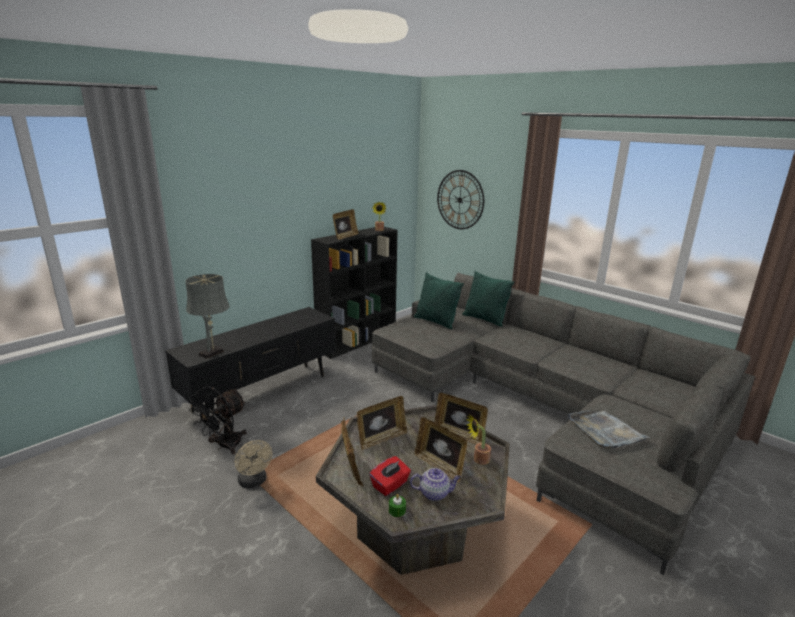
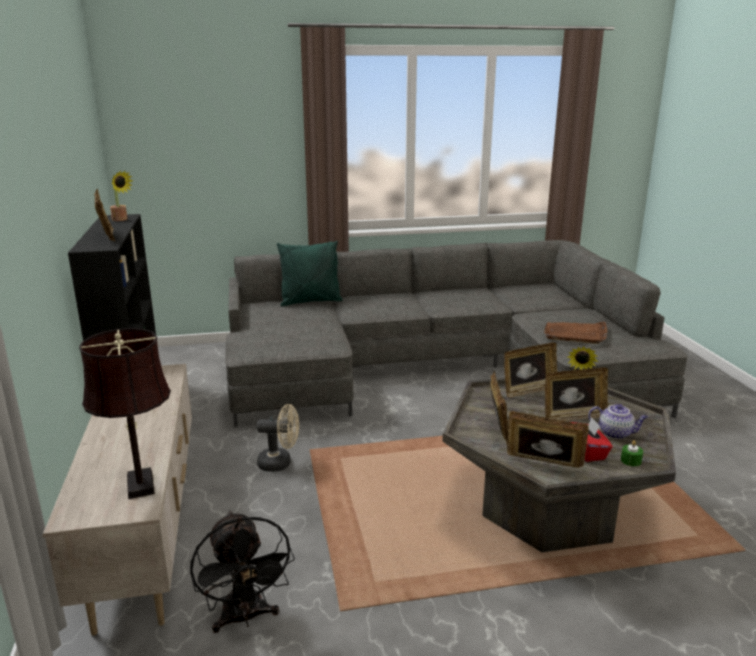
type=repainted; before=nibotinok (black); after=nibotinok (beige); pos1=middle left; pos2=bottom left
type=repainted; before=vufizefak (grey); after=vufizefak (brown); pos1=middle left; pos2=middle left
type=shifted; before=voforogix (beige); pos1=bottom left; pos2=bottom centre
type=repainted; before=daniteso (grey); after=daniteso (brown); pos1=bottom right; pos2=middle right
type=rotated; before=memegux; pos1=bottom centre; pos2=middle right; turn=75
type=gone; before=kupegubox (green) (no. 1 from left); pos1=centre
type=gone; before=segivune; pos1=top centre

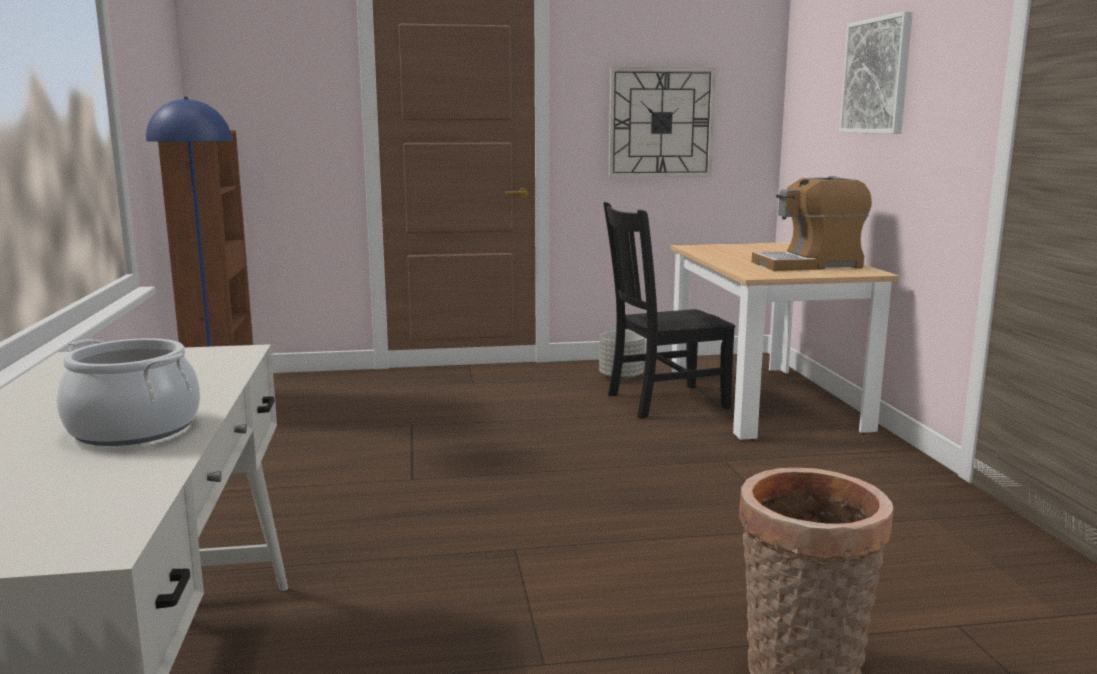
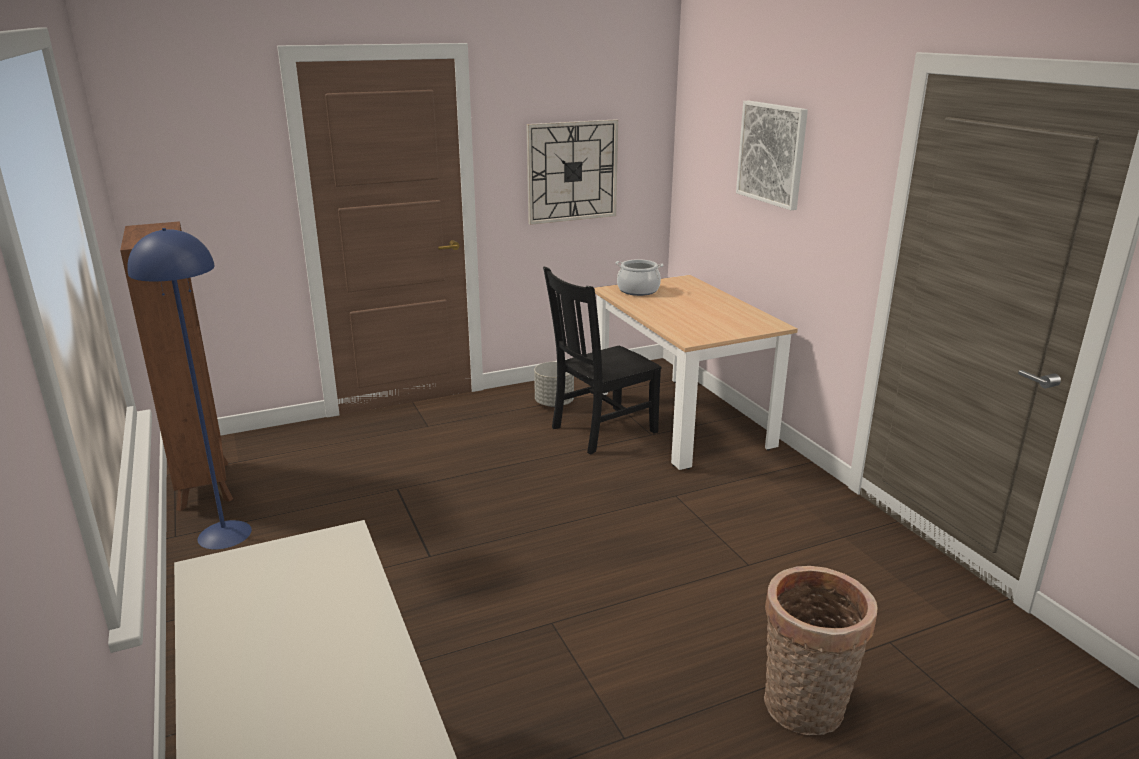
type=shifted; before=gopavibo; pos1=middle left; pos2=centre
type=gone; before=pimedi; pos1=top right

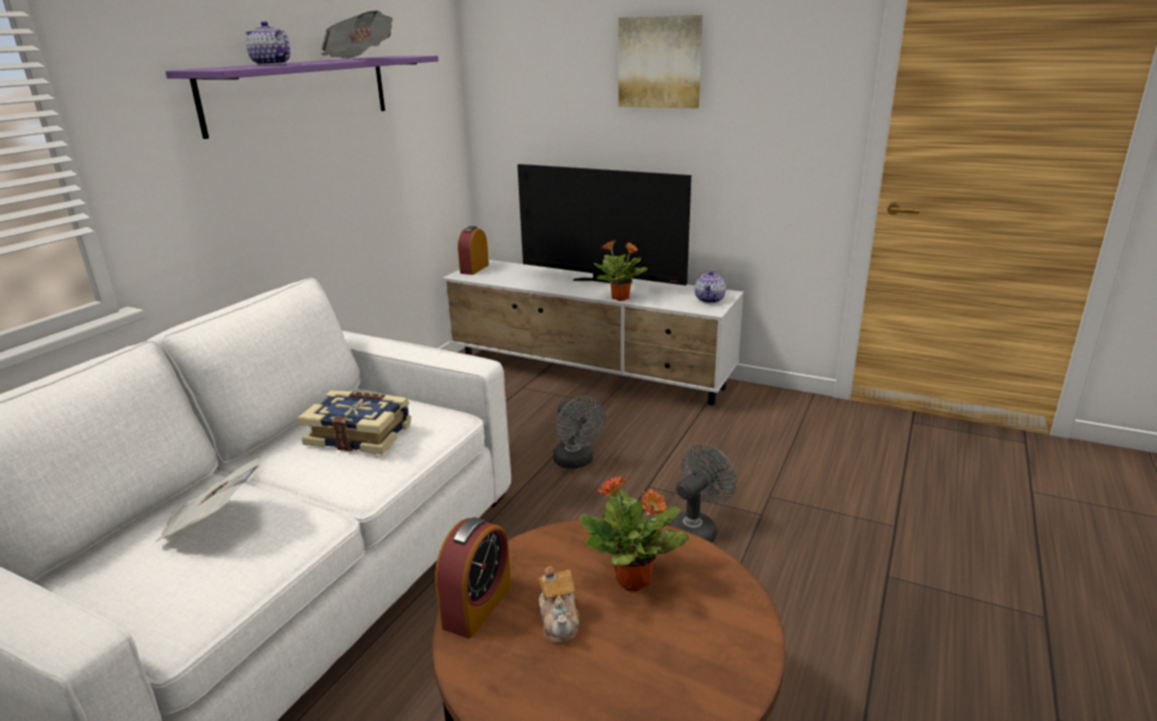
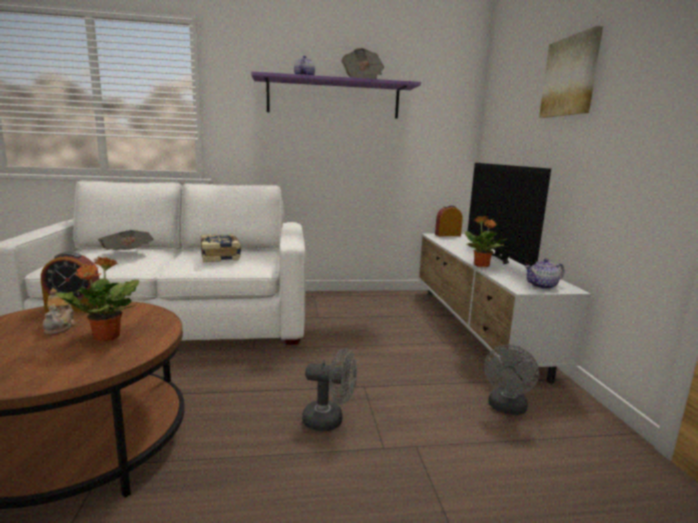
type=rotated; before=memegux (no. 2 from left in the first image); pos1=bottom centre; pos2=middle left; turn=-60
type=shifted; before=voforogix (grey) (no. 1 from left in the first image); after=voforogix (grey) (no. 2 from left); pos1=centre; pos2=bottom right

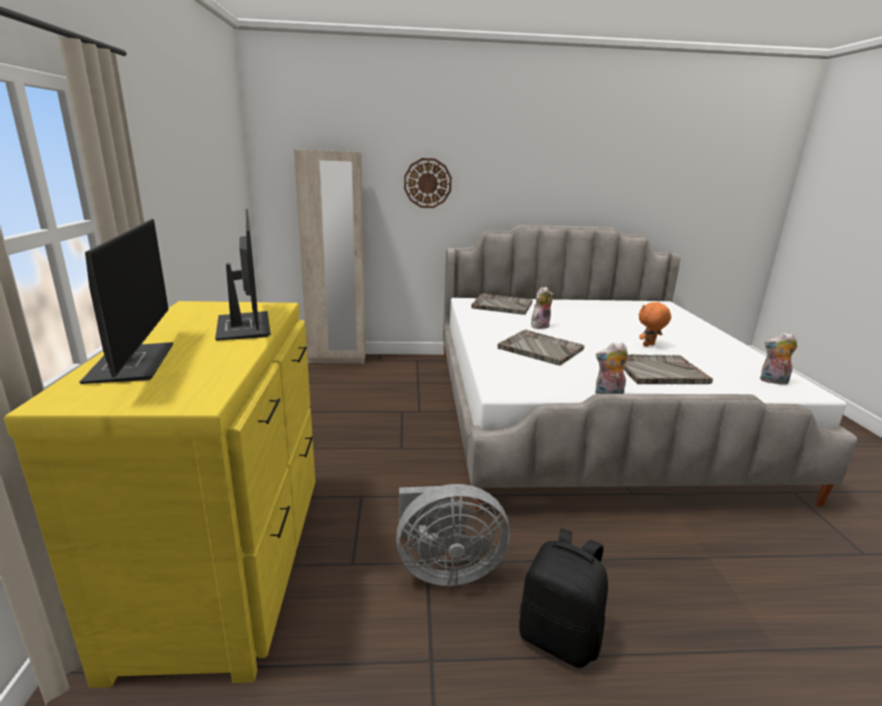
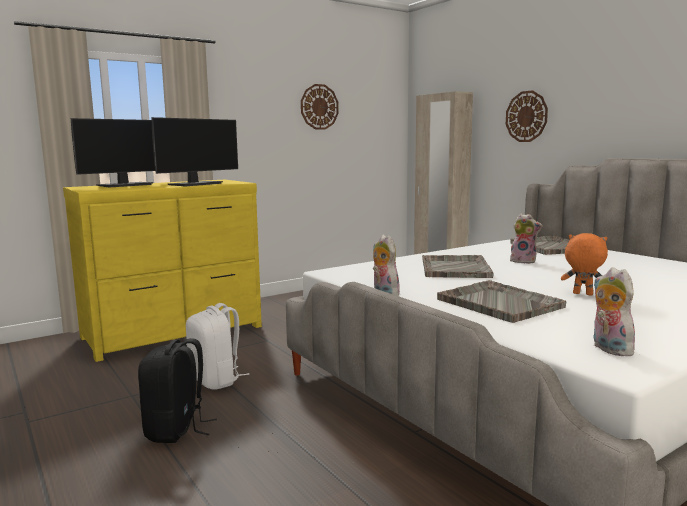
type=swapped; before=voforogix (grey); after=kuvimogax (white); pos1=bottom centre; pos2=bottom left
type=new; after=segivune (no. 1 from left); pos2=top centre

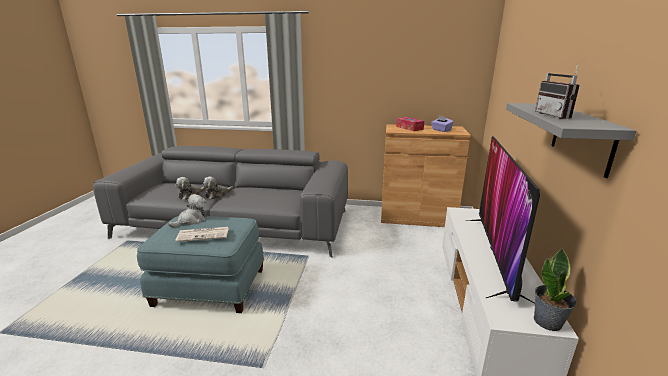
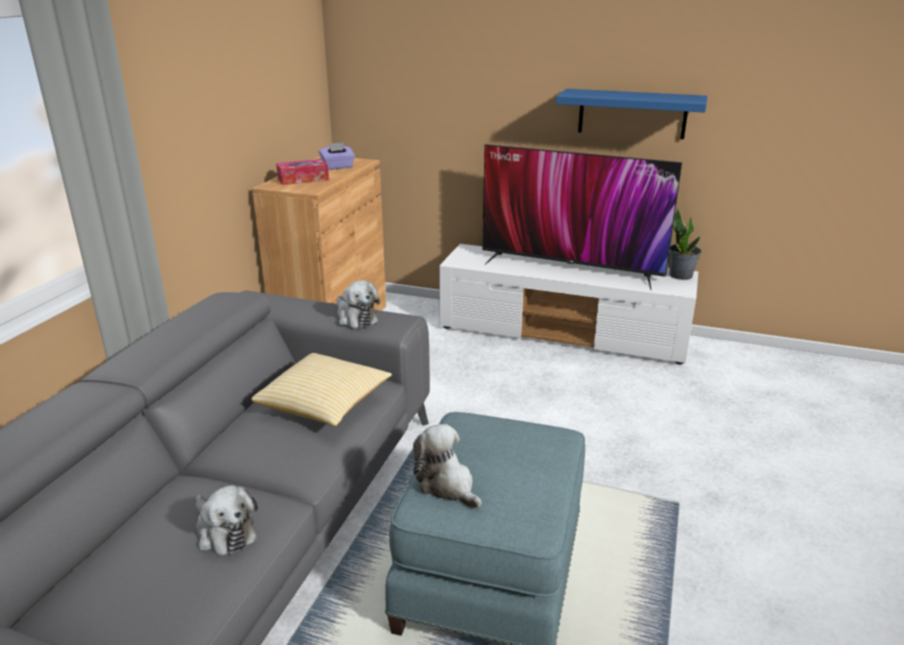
type=new; after=kupegubox; pos2=centre
type=shifted; before=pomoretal (no. 3 from left in the first image); after=pomoretal (no. 2 from left); pos1=middle left; pos2=centre
type=repainted; before=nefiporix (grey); after=nefiporix (blue); pos1=middle right; pos2=top right
type=gone; before=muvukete; pos1=middle left
type=gone; before=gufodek; pos1=top right

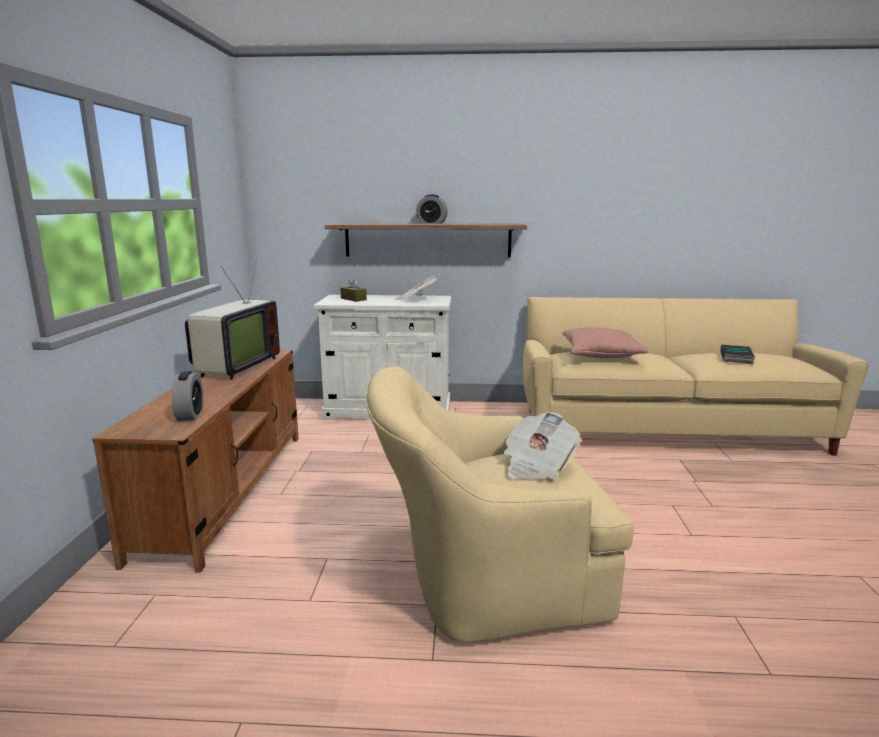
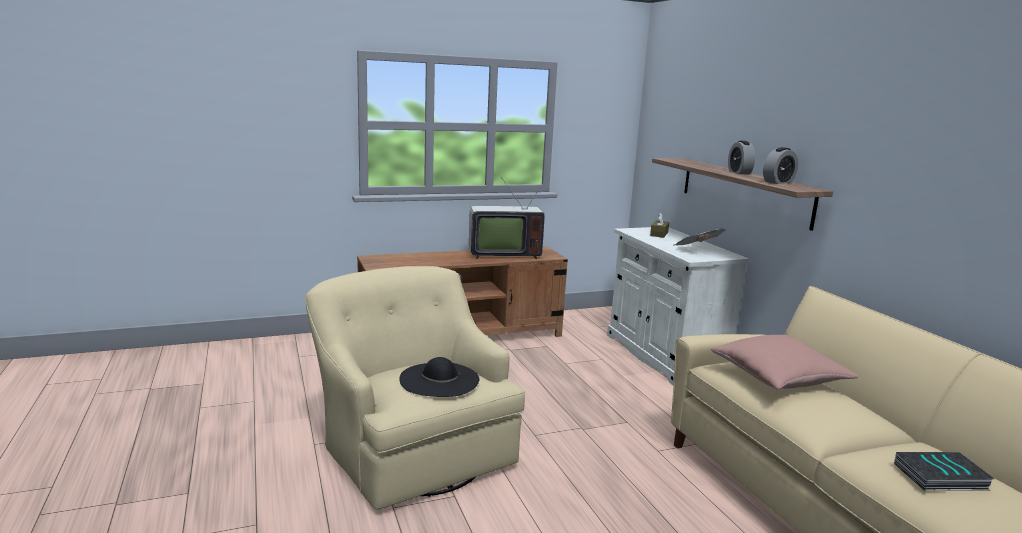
type=swapped; before=muvukete (no. 2 from left); after=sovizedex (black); pos1=centre; pos2=bottom centre
type=shifted; before=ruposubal (no. 1 from left in the first image); after=ruposubal (no. 2 from left); pos1=middle left; pos2=top right

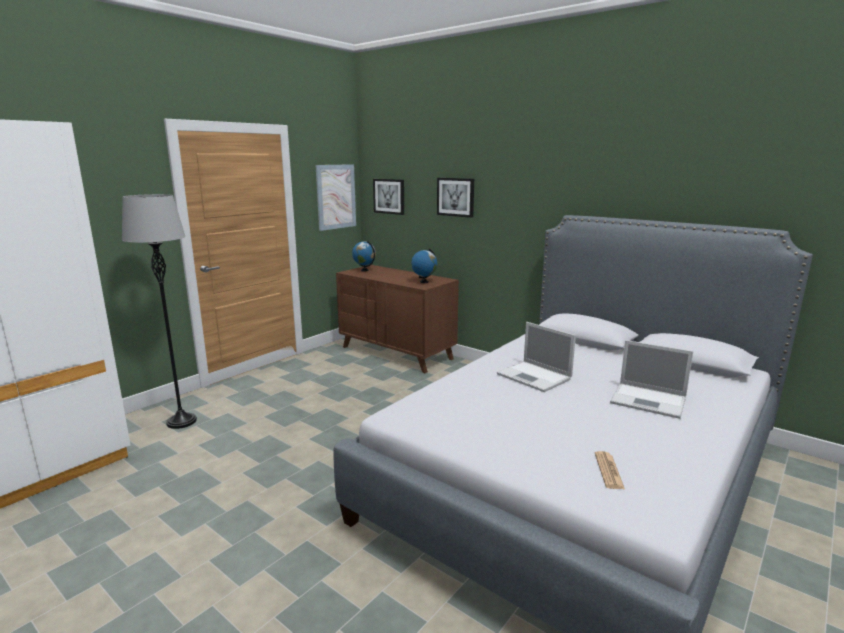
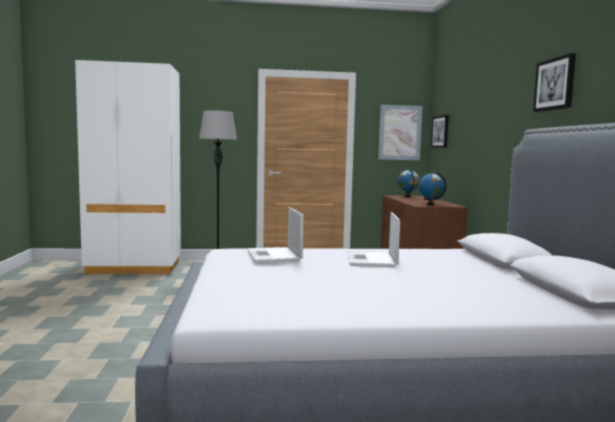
type=shifted; before=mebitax (no. 2 from left in the first image); after=mebitax (no. 1 from left); pos1=middle right; pos2=centre
type=shifted; before=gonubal (no. 3 from left); pos1=top centre; pos2=top right
type=gone; before=muvukete; pos1=bottom right

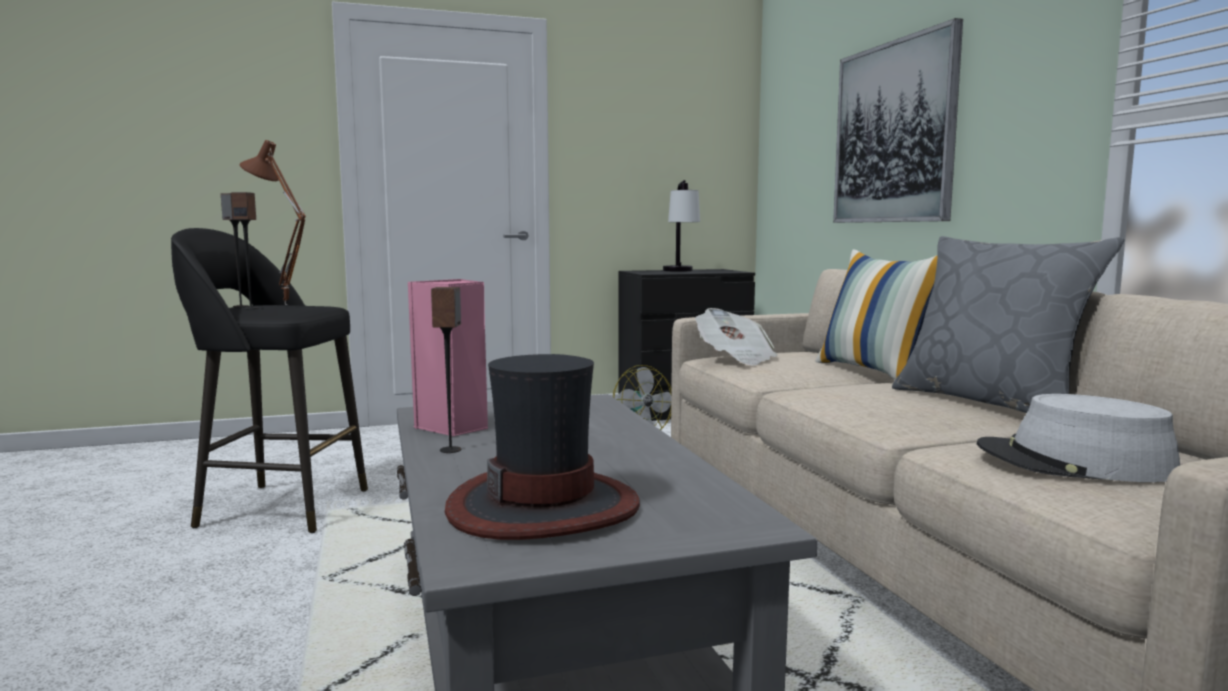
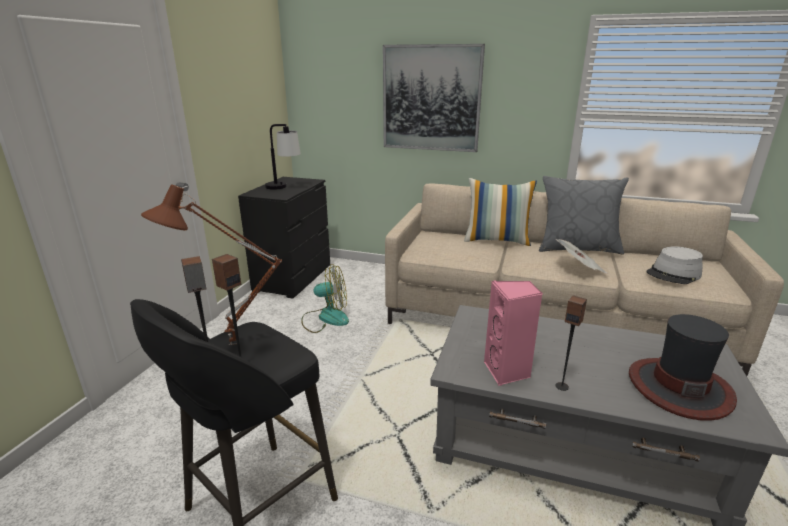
type=shifted; before=muvukete; pos1=centre; pos2=middle right

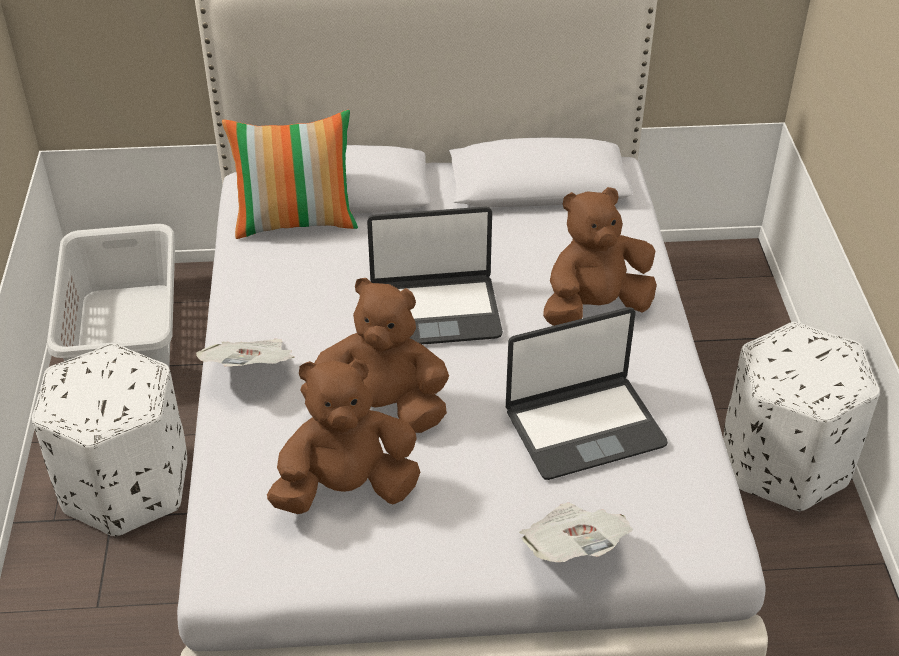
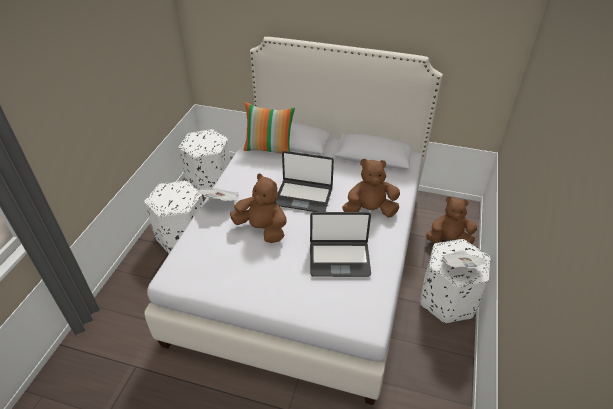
type=swapped; before=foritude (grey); after=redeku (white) (no. 2 from left); pos1=middle left; pos2=centre
type=shifted; before=pomoretal (brown) (no. 1 from left in the first image); after=pomoretal (brown) (no. 3 from left); pos1=centre; pos2=middle right
type=shifted; before=muvukete (no. 2 from left); pos1=bottom centre; pos2=middle right

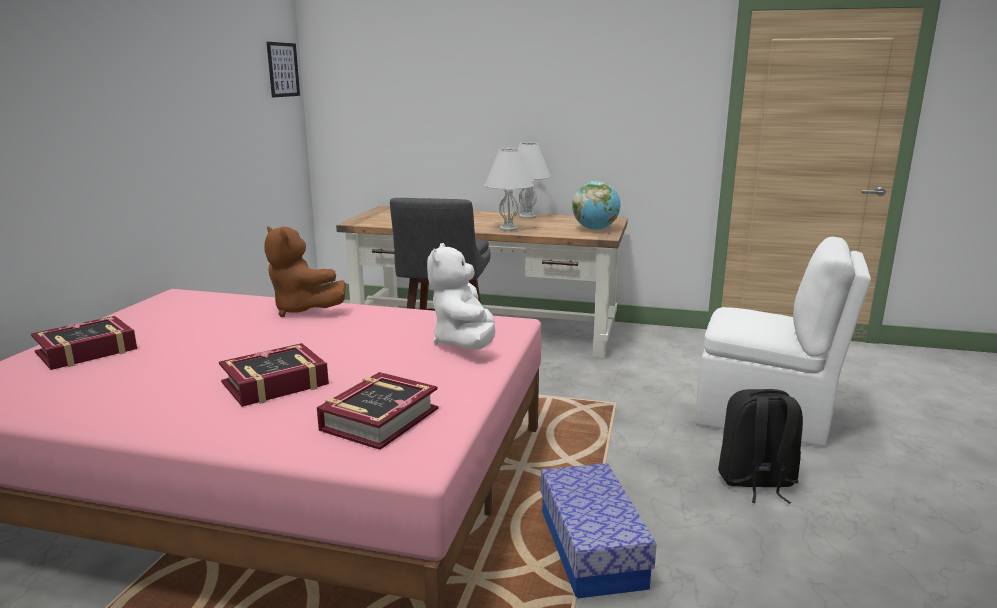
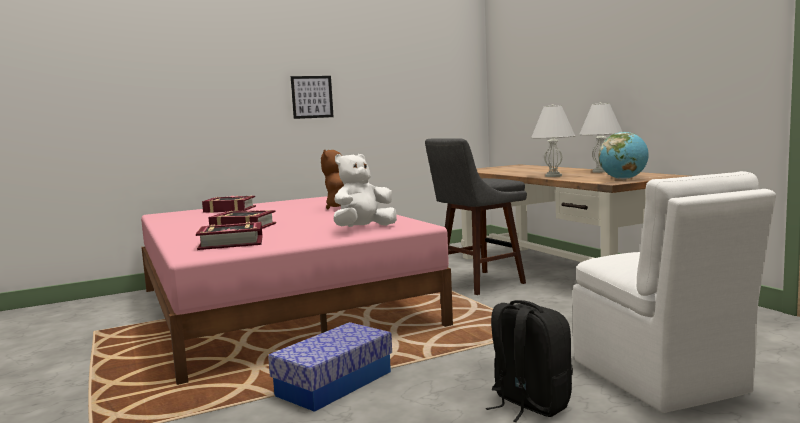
type=shifted; before=gonubal; pos1=top left; pos2=top centre

